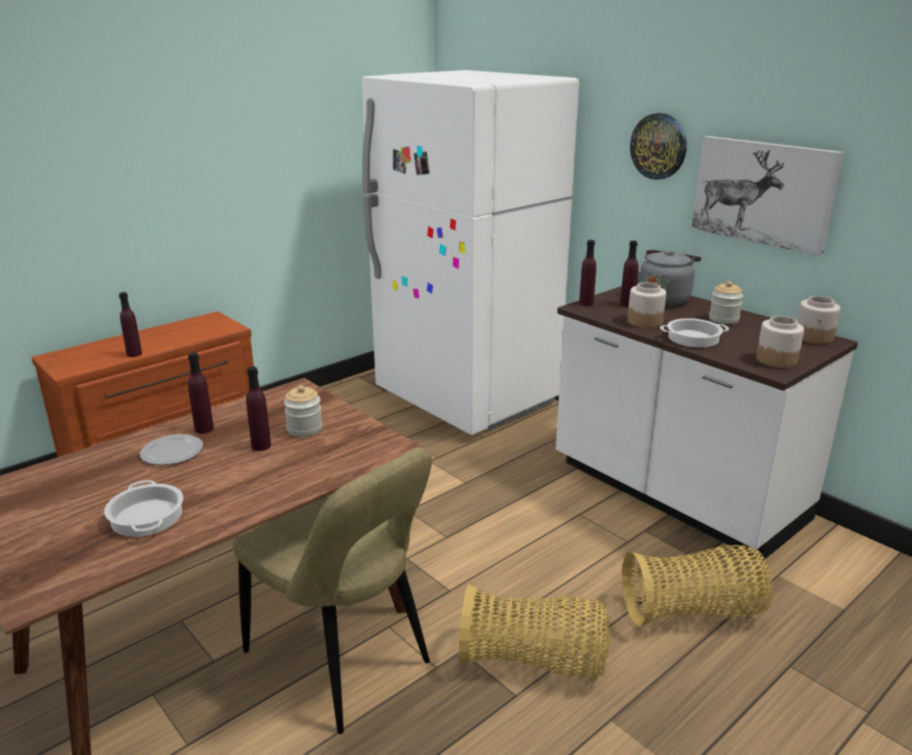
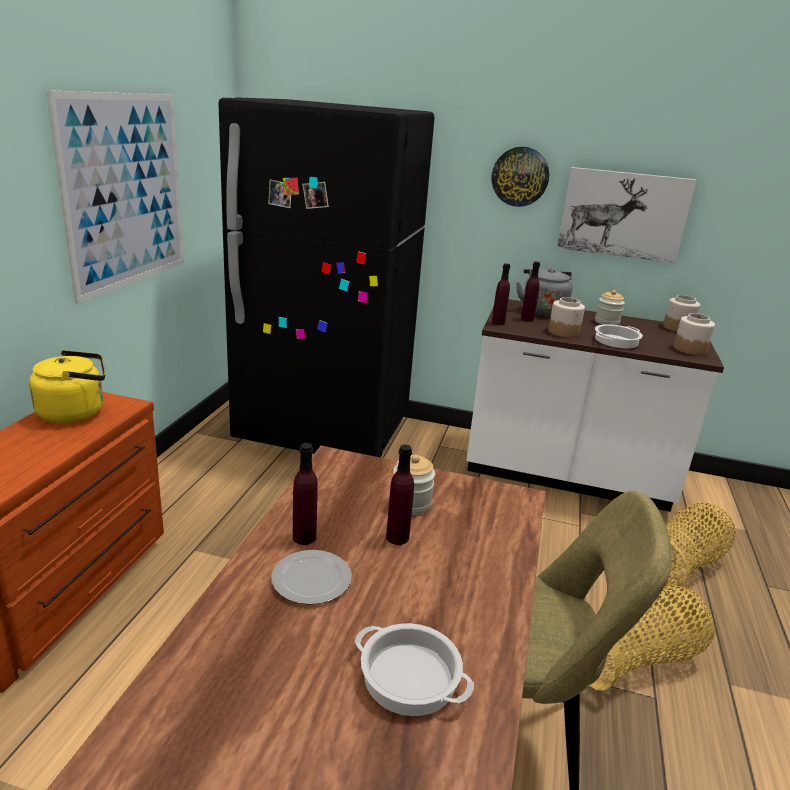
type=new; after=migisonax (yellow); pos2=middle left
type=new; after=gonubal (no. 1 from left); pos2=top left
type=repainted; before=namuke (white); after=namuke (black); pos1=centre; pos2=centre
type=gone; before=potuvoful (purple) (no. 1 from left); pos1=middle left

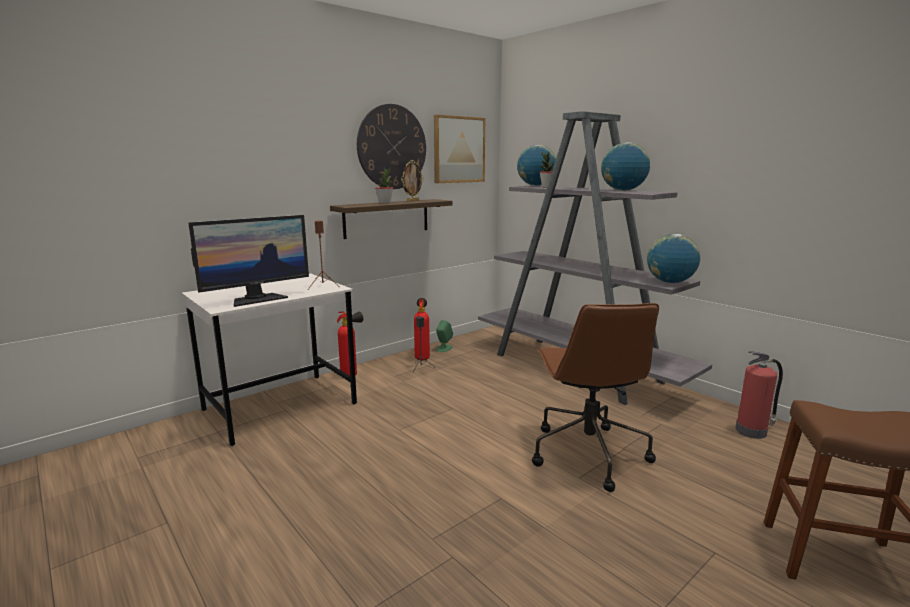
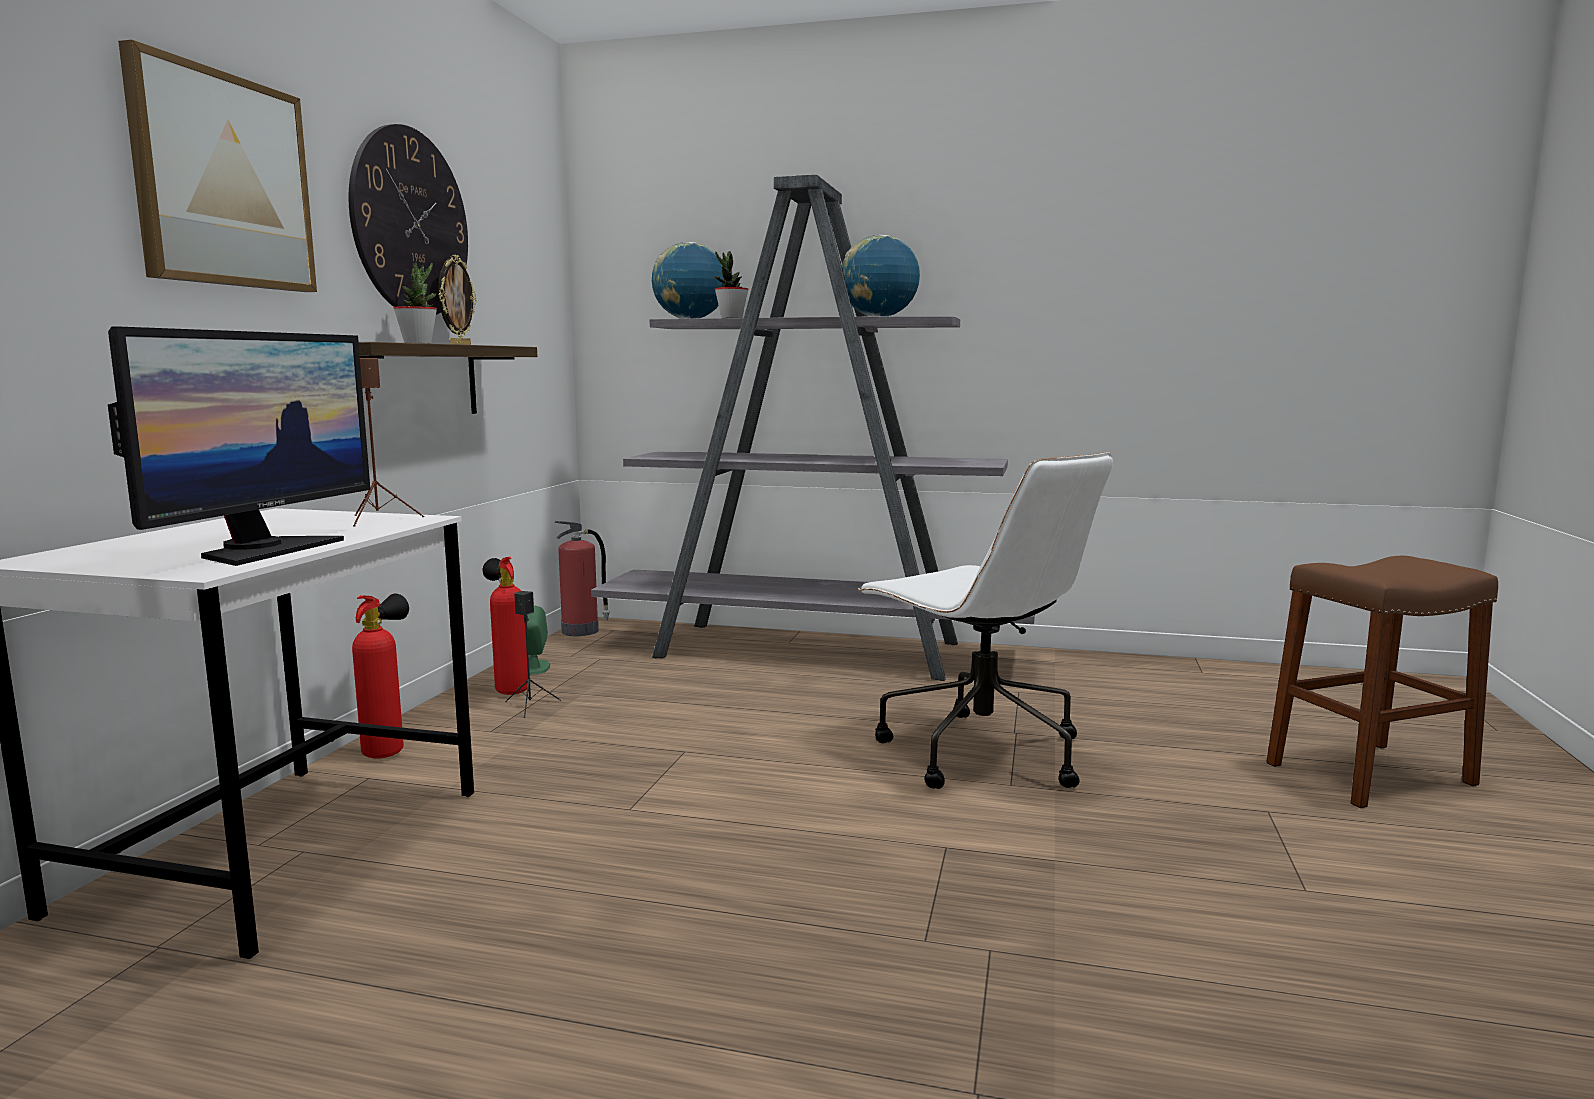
type=shifted; before=gonubal; pos1=top centre; pos2=top left
type=shifted; before=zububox (no. 3 from left); pos1=middle right; pos2=centre
type=repainted; before=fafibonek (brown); after=fafibonek (white); pos1=centre; pos2=centre
type=gone; before=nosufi (no. 3 from left); pos1=middle right

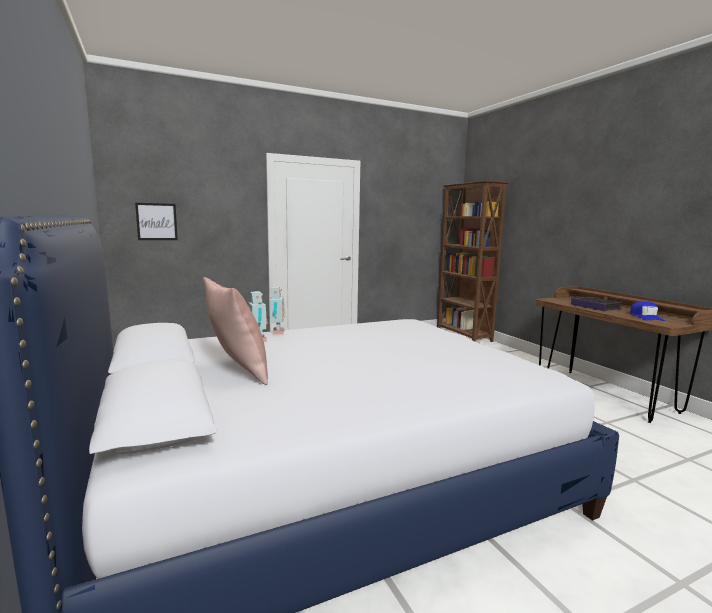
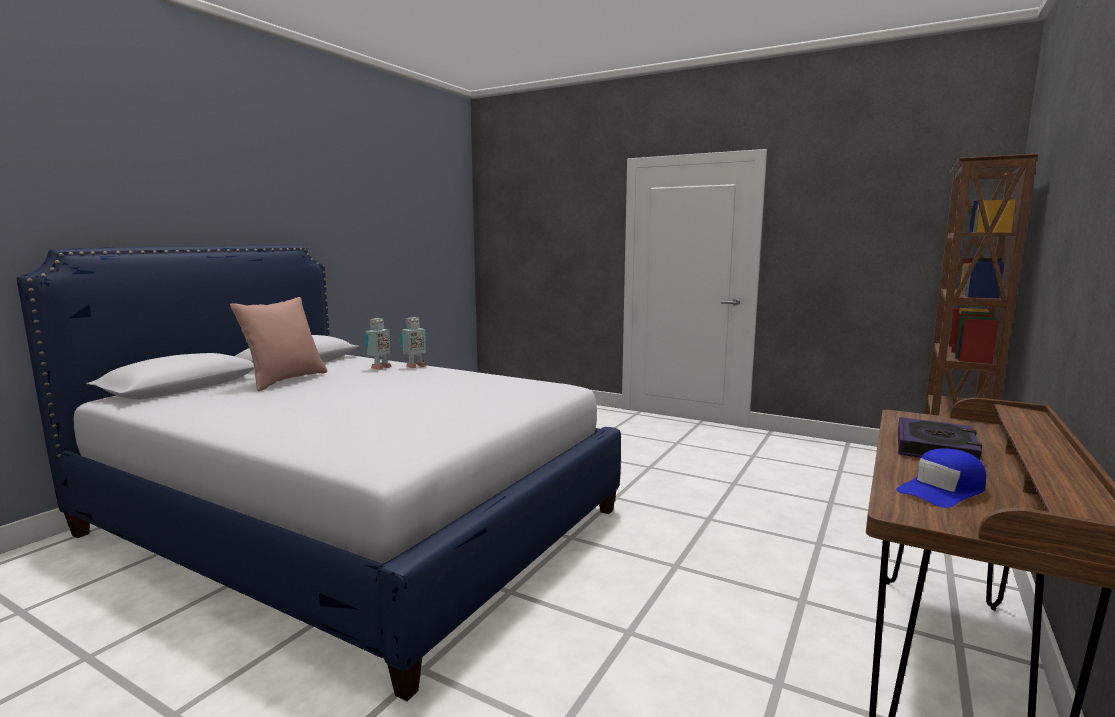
type=gone; before=gonubal; pos1=middle left

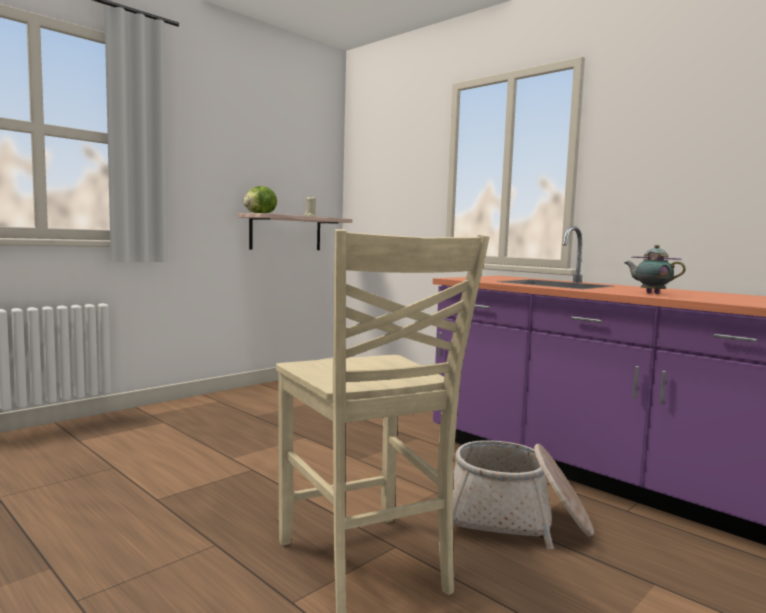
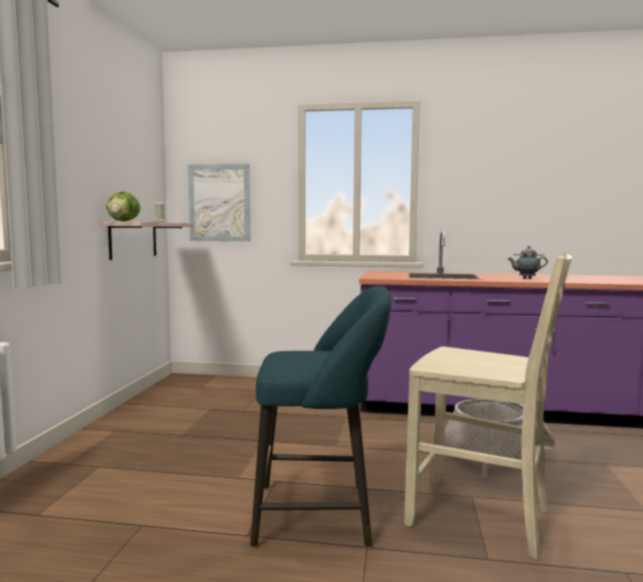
type=new; after=gonubal; pos2=centre
type=new; after=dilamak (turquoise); pos2=bottom centre

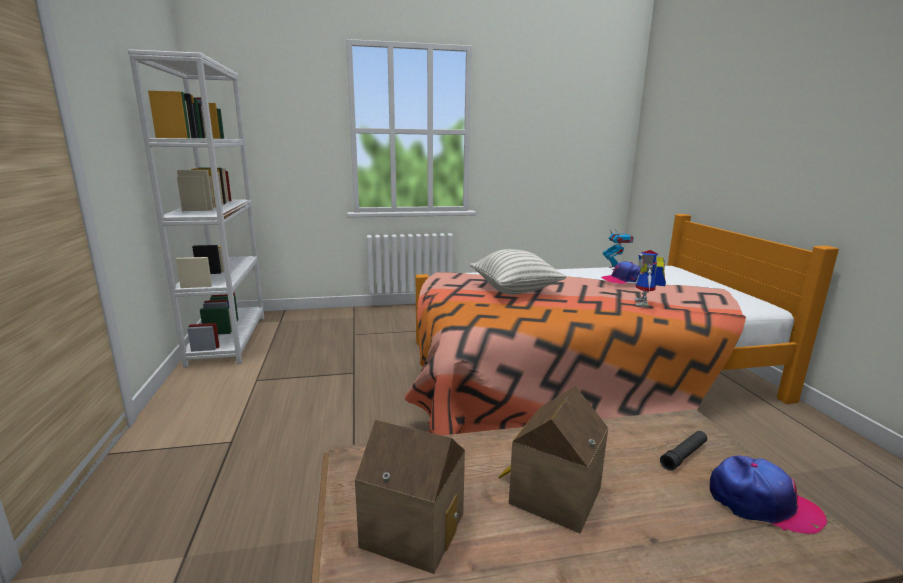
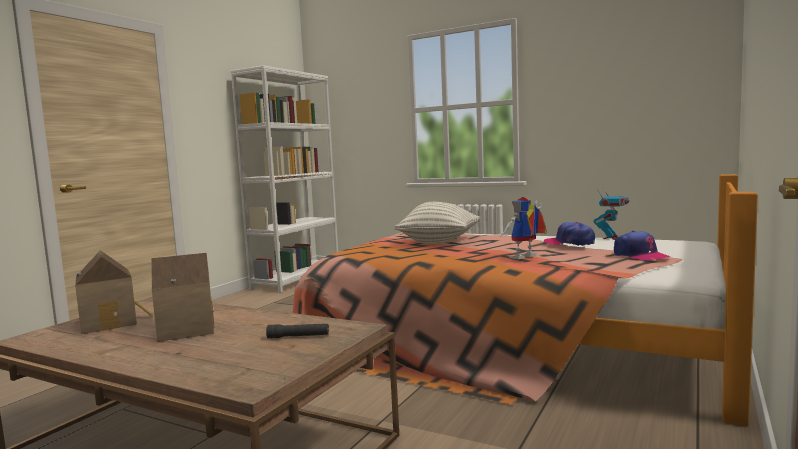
type=shifted; before=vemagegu (no. 2 from left); pos1=bottom right; pos2=middle right

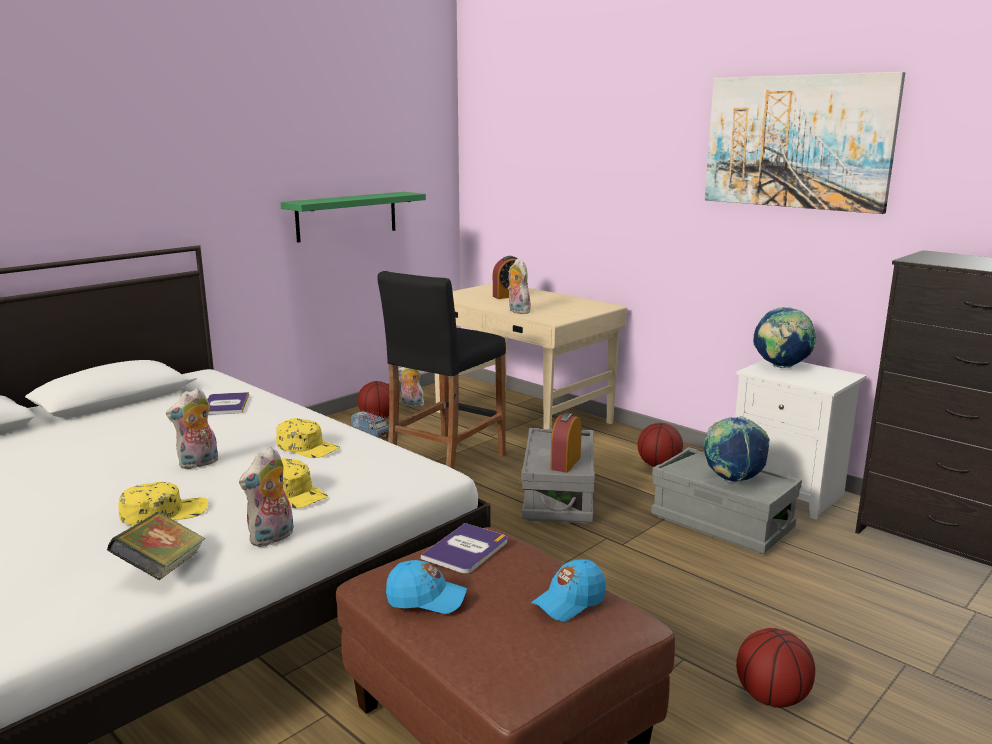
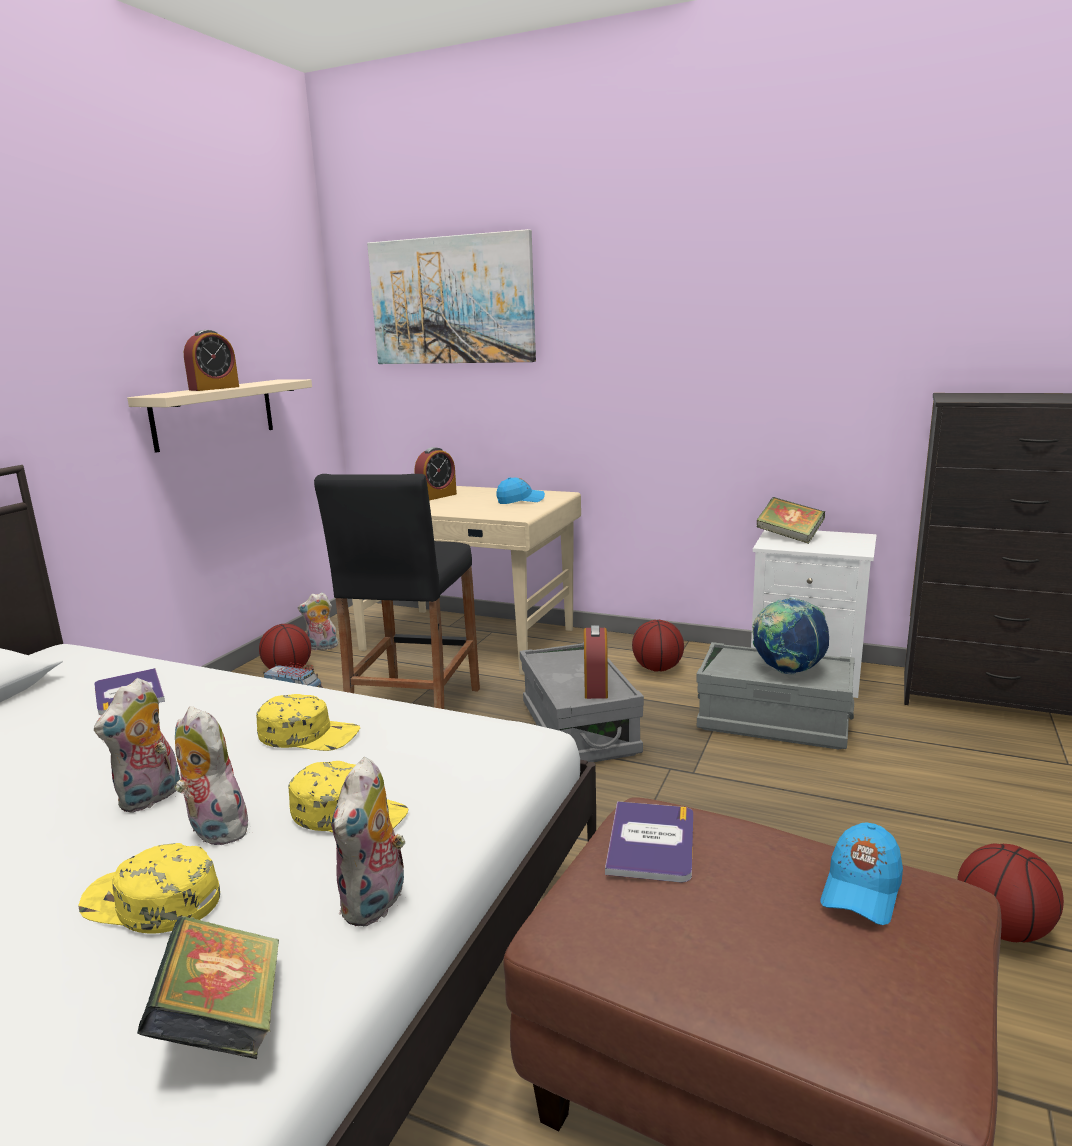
type=rotated; before=vemagegu (yellow) (no. 1 from left); pos1=bottom left; pos2=bottom left; turn=-120
type=repainted; before=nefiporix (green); after=nefiporix (beige); pos1=top centre; pos2=middle left
type=shifted; before=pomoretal (no. 4 from left in the first image); after=pomoretal (no. 2 from left); pos1=centre; pos2=bottom left
type=new; after=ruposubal (no. 1 from left); pos2=top left
type=shifted; before=gonubal; pos1=top right; pos2=top centre
type=shifted; before=vemagegu (blue) (no. 1 from left); pos1=bottom centre; pos2=centre
type=swapped; before=nosufi (no. 2 from left); after=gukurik (no. 4 from left); pos1=middle right; pos2=middle right

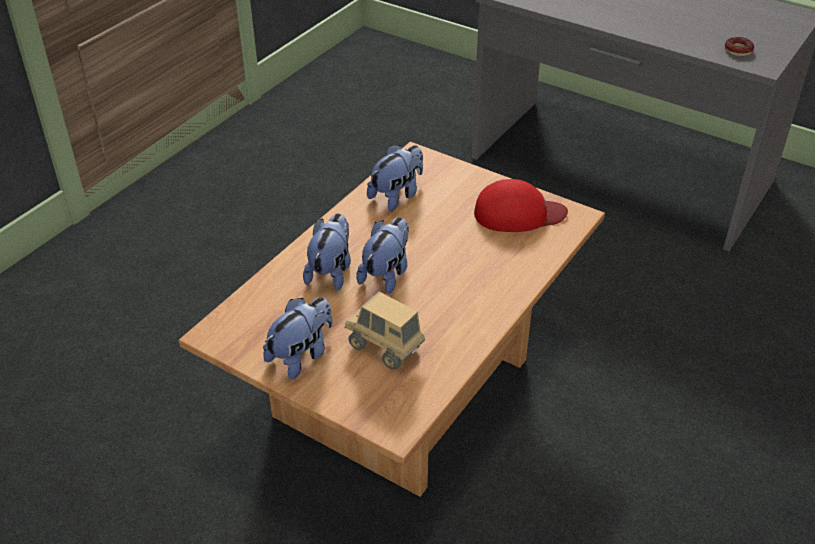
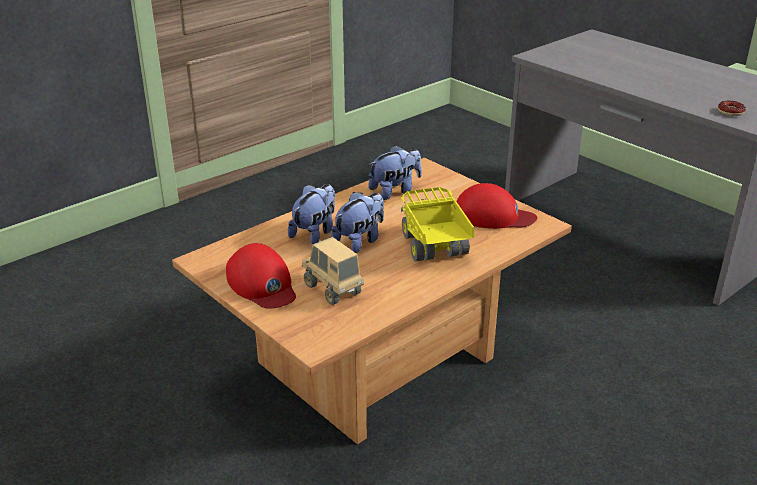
type=swapped; before=pomoretal (no. 1 from left); after=vemagegu (red) (no. 1 from left); pos1=centre; pos2=centre
type=new; after=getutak (no. 2 from left); pos2=centre

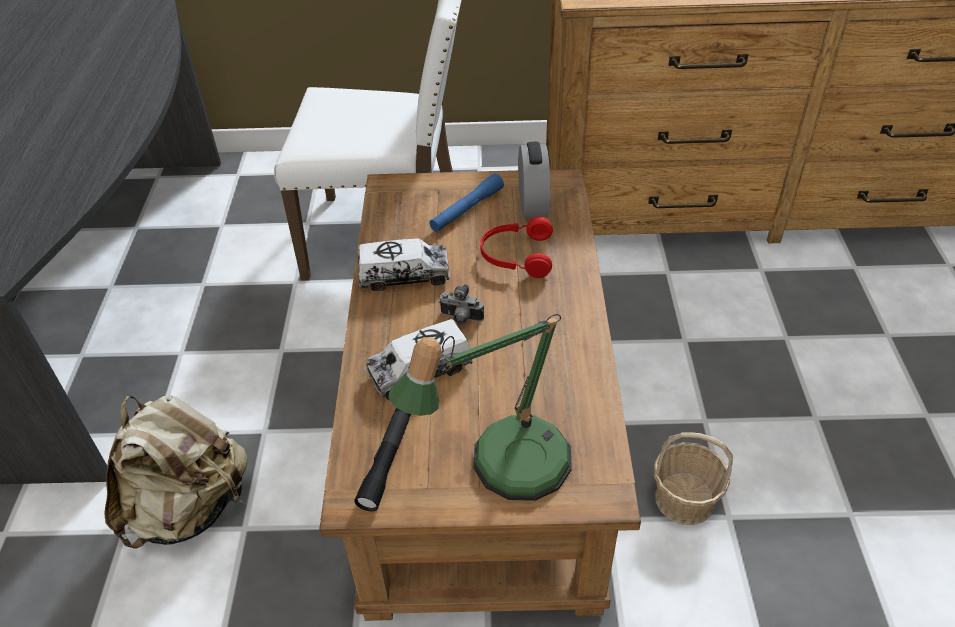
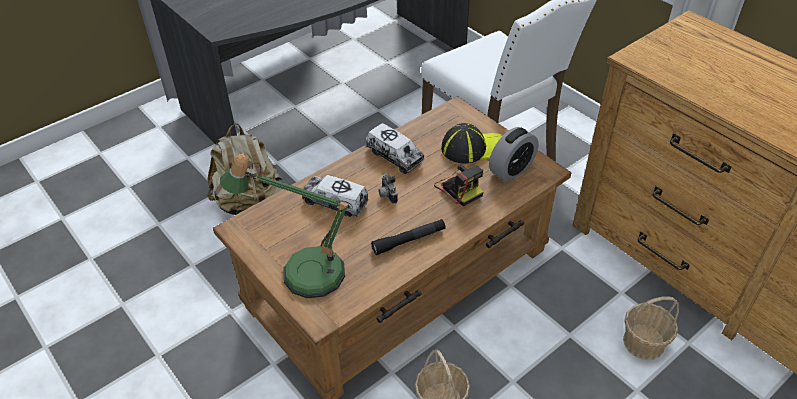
type=shifted; before=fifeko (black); pos1=bottom centre; pos2=centre
type=swapped; before=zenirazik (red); after=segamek (no. 2 from left); pos1=centre; pos2=centre
type=swapped; before=fifeko (blue); after=vemagegu; pos1=top centre; pos2=centre
type=new; after=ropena (no. 2 from left); pos2=bottom right

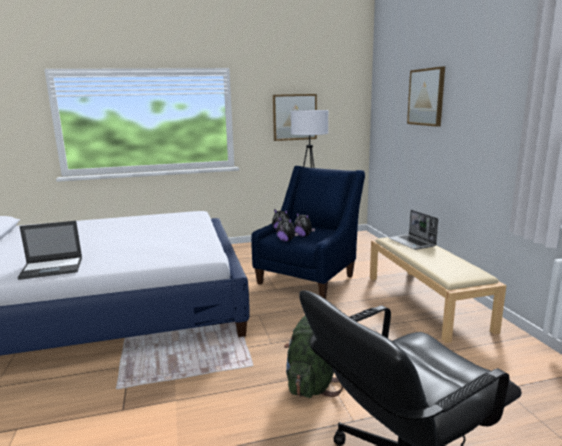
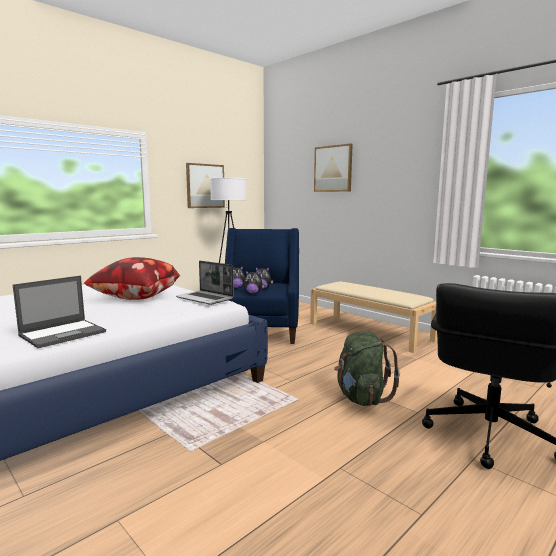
type=new; after=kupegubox; pos2=middle left
type=shifted; before=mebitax (no. 2 from left); pos1=middle right; pos2=centre

